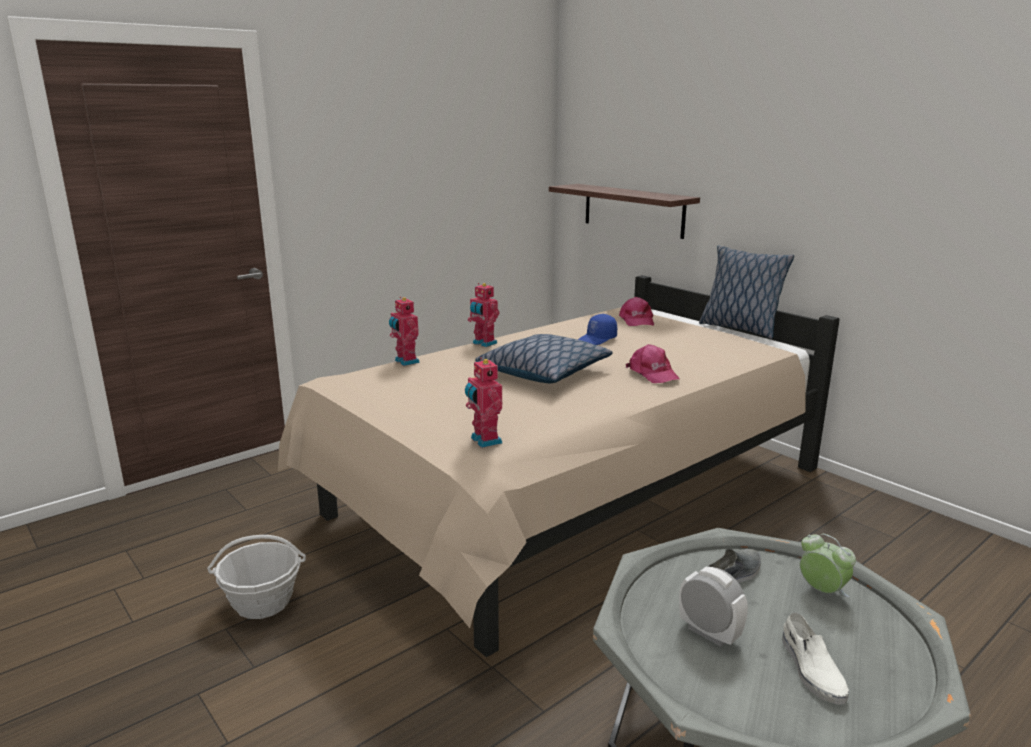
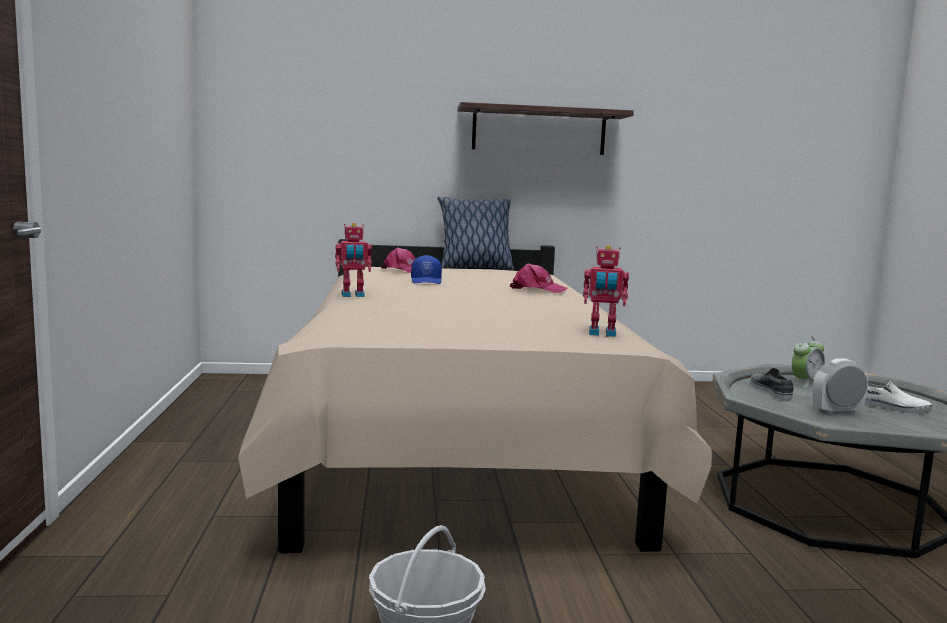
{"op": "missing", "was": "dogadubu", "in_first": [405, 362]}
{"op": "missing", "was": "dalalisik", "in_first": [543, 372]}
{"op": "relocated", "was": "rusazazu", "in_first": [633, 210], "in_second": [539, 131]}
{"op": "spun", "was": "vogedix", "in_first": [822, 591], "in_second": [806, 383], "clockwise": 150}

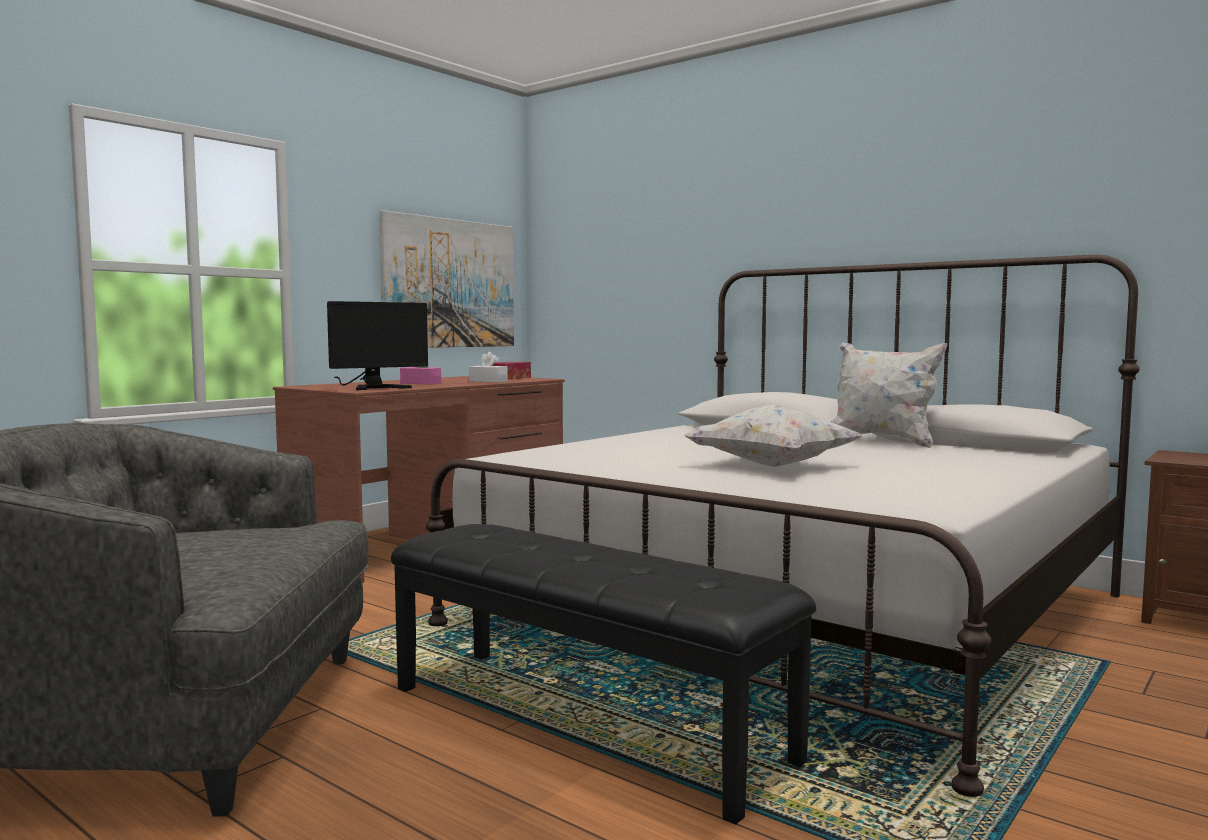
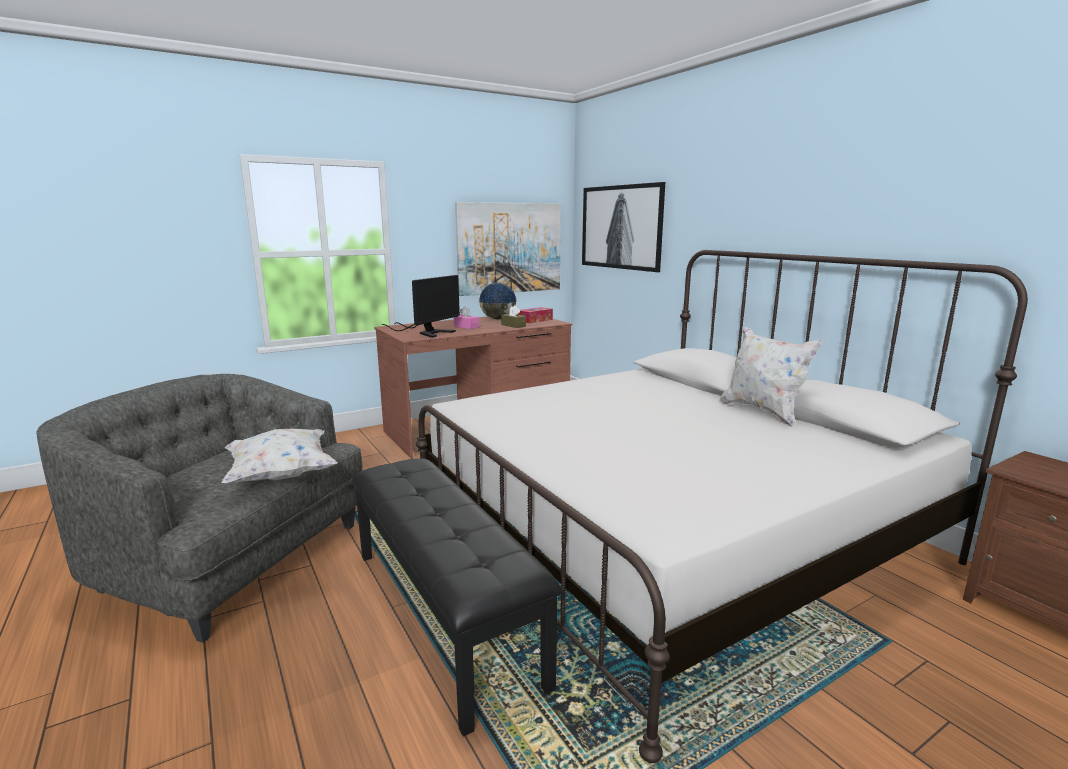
{"op": "spun", "was": "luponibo", "in_first": [372, 387], "in_second": [426, 332], "clockwise": -45}
{"op": "colour", "was": "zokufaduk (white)", "now": "zokufaduk (brown)", "in_first": [488, 381], "in_second": [513, 325]}
{"op": "relocated", "was": "dalalisik (white)", "in_first": [770, 466], "in_second": [281, 475]}
{"op": "appeared", "now": "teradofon", "in_second": [498, 319]}
{"op": "appeared", "now": "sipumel", "in_second": [621, 227]}

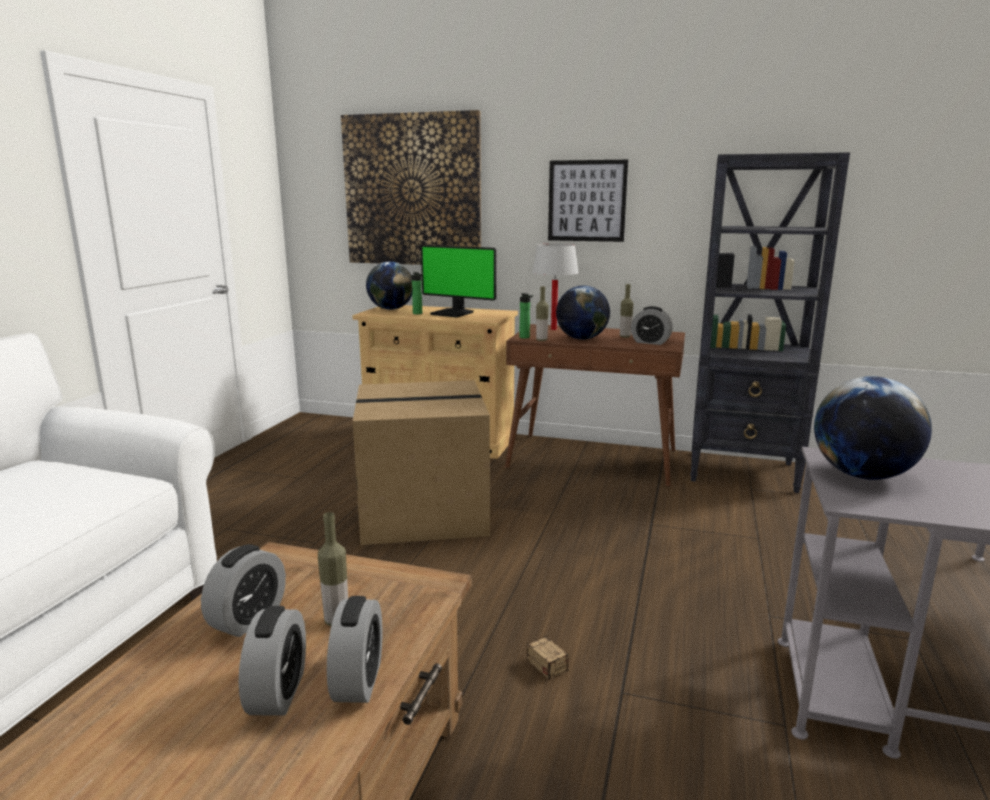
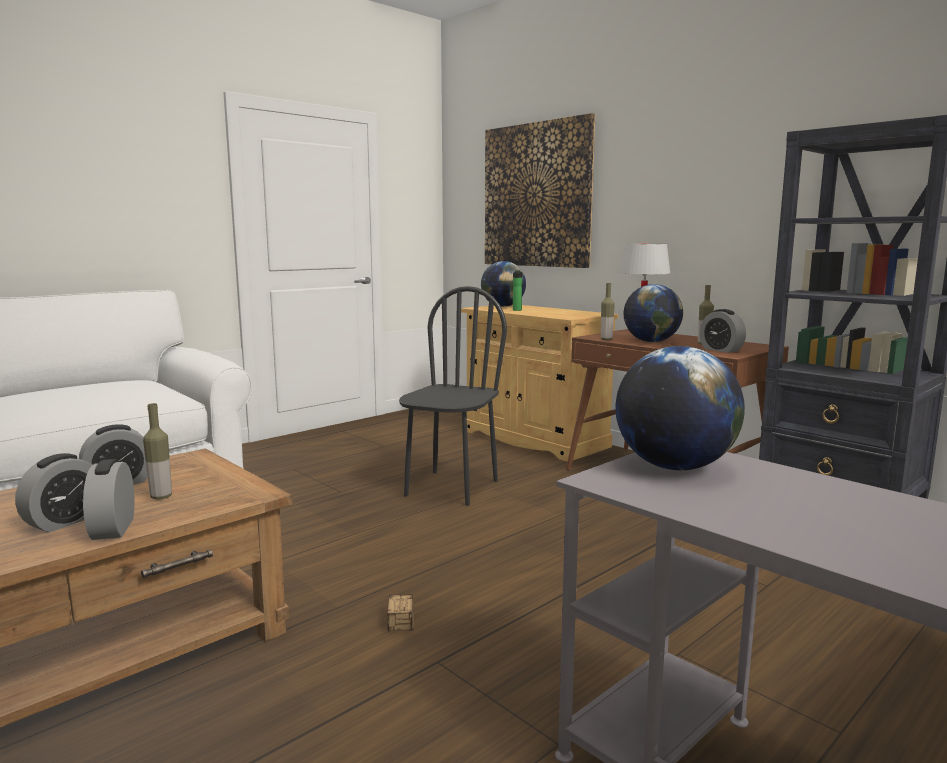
{"op": "spun", "was": "vogedix", "in_first": [358, 681], "in_second": [113, 529], "clockwise": 135}
{"op": "exchanged", "was": "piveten", "now": "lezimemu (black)", "in_first": [425, 511], "in_second": [451, 488]}
{"op": "missing", "was": "luponibo", "in_first": [453, 313]}
{"op": "missing", "was": "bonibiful", "in_first": [525, 337]}
{"op": "missing", "was": "sipumel", "in_first": [587, 201]}

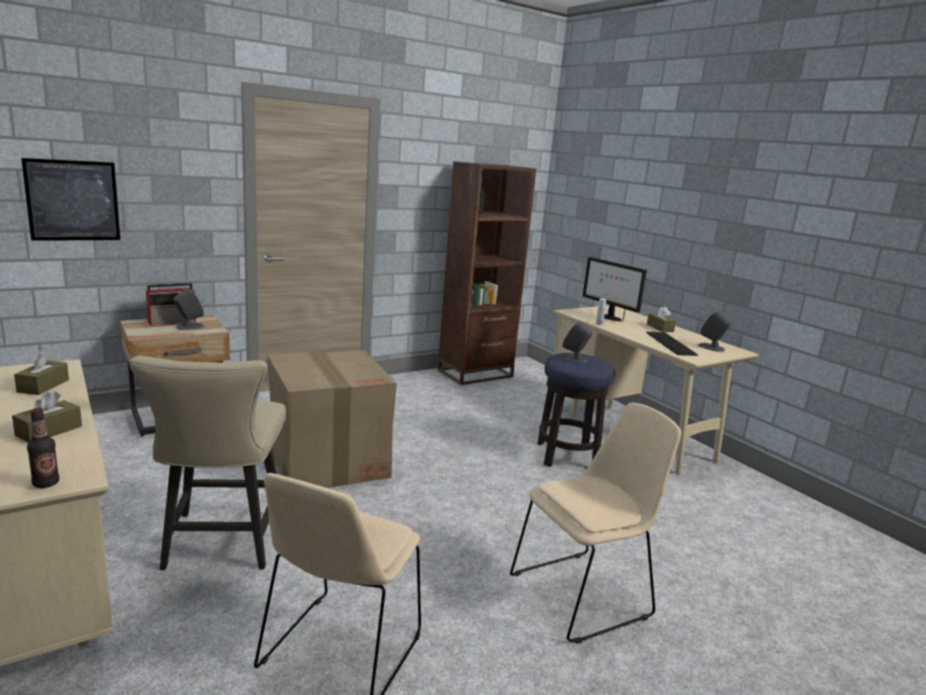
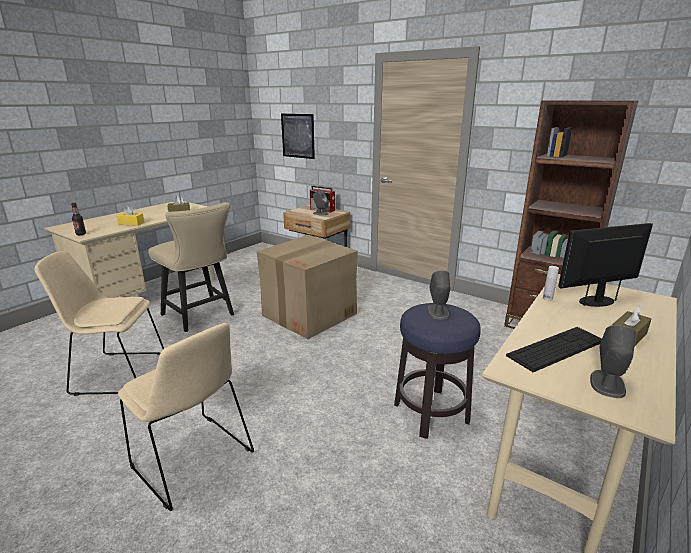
{"op": "colour", "was": "zokufaduk (brown)", "now": "zokufaduk (yellow)", "in_first": [49, 431], "in_second": [131, 223]}
{"op": "spun", "was": "lezimemu (beige)", "in_first": [221, 546], "in_second": [201, 316], "clockwise": -105}
{"op": "spun", "was": "luponibo", "in_first": [609, 317], "in_second": [596, 301], "clockwise": 45}

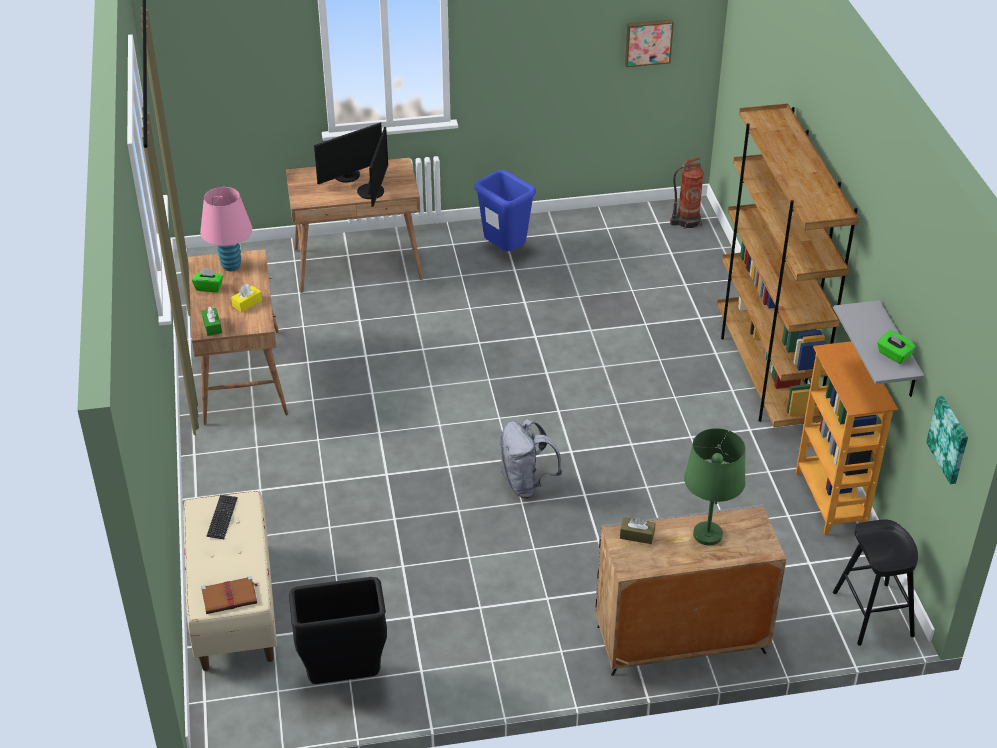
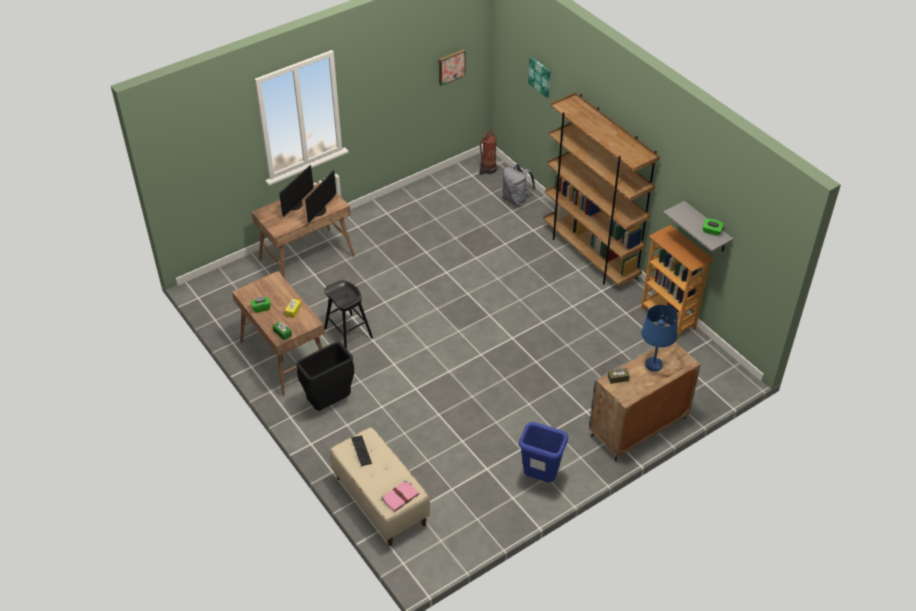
{"op": "missing", "was": "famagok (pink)", "in_first": [231, 266]}
{"op": "colour", "was": "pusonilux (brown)", "now": "pusonilux (pink)", "in_first": [230, 597], "in_second": [400, 496]}
{"op": "relocated", "was": "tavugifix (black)", "in_first": [344, 678], "in_second": [330, 404]}
{"op": "spun", "was": "luponibo", "in_first": [374, 192], "in_second": [319, 211], "clockwise": 45}
{"op": "relocated", "was": "tavugifix (blue)", "in_first": [505, 251], "in_second": [540, 478]}
{"op": "relocated", "was": "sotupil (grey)", "in_first": [526, 484], "in_second": [516, 199]}
{"op": "colour", "was": "famagok (green)", "now": "famagok (blue)", "in_first": [707, 534], "in_second": [653, 365]}
{"op": "relocated", "was": "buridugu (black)", "in_first": [872, 614], "in_second": [348, 333]}
{"op": "relocated", "was": "sipumel", "in_first": [949, 439], "in_second": [540, 76]}

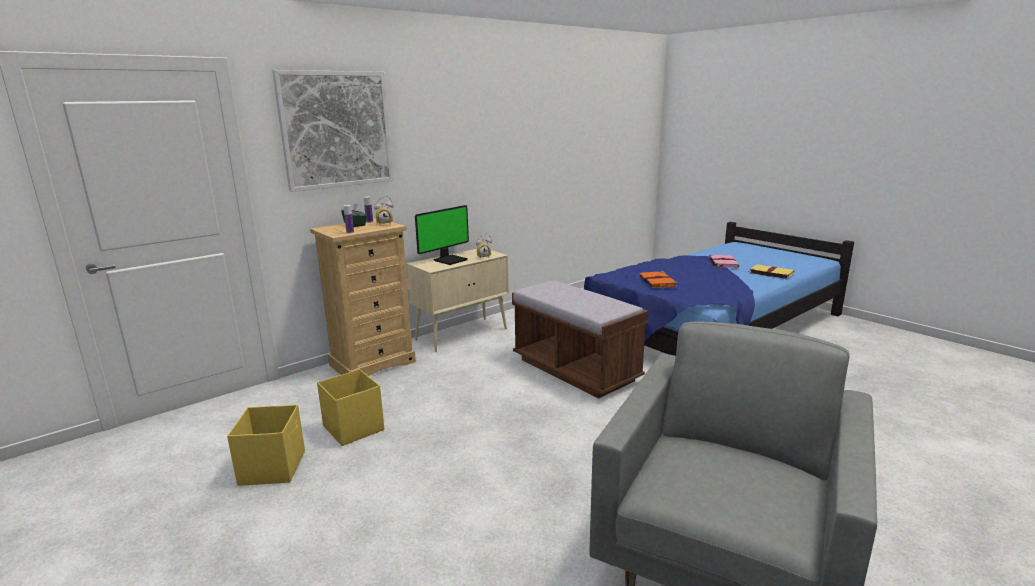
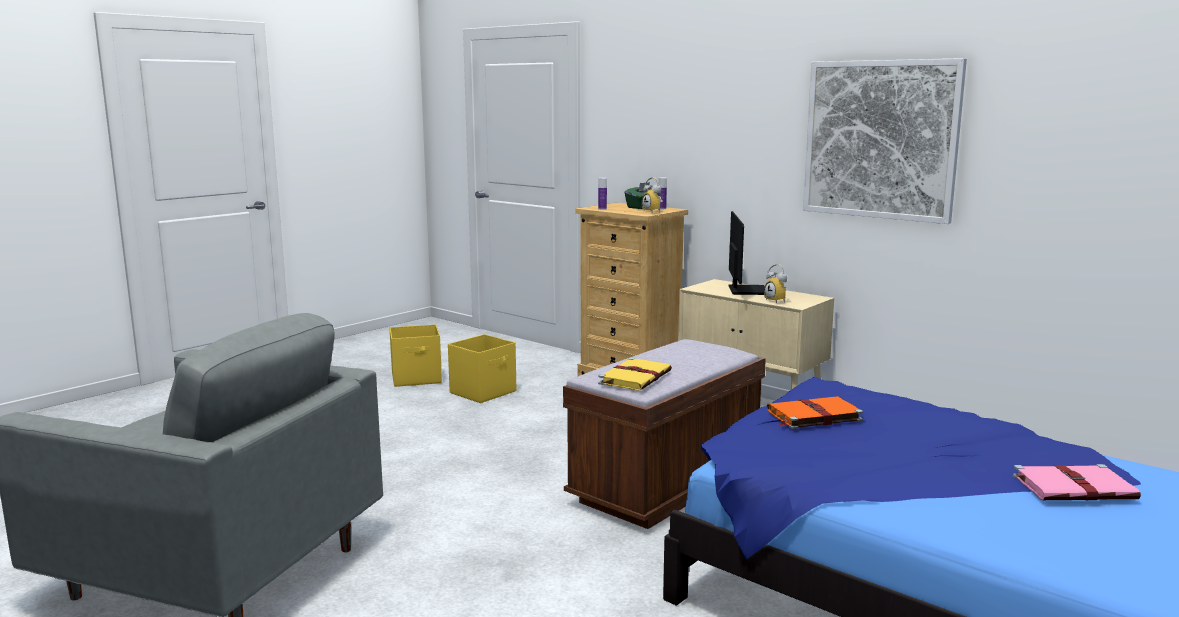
{"op": "relocated", "was": "sipumel", "in_first": [336, 130], "in_second": [880, 139]}
{"op": "spun", "was": "luponibo", "in_first": [450, 260], "in_second": [745, 290], "clockwise": -120}
{"op": "relocated", "was": "pusonilux (yellow)", "in_first": [770, 273], "in_second": [636, 377]}

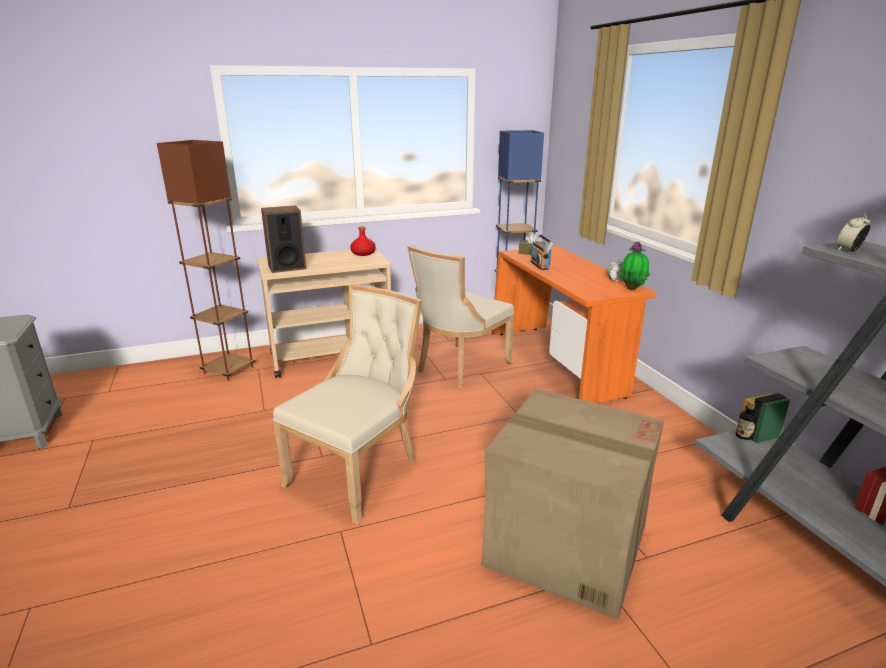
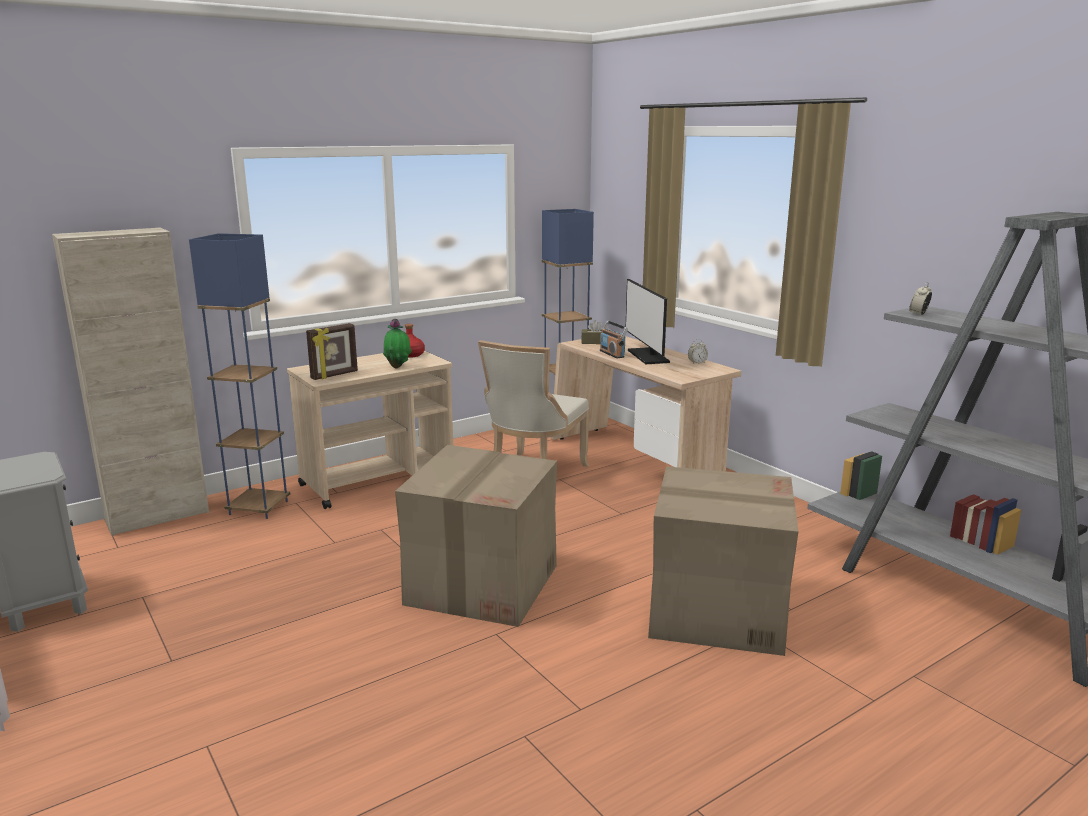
{"op": "colour", "was": "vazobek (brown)", "now": "vazobek (blue)", "in_first": [228, 370], "in_second": [259, 508]}
{"op": "exchanged", "was": "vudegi", "now": "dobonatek", "in_first": [287, 267], "in_second": [335, 375]}
{"op": "exchanged", "was": "lezimemu (beige)", "now": "piveten", "in_first": [359, 472], "in_second": [483, 584]}
{"op": "colour", "was": "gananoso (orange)", "now": "gananoso (beige)", "in_first": [557, 363], "in_second": [635, 460]}
{"op": "relocated", "was": "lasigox", "in_first": [632, 289], "in_second": [398, 367]}
{"op": "missing", "was": "bonibiful", "in_first": [743, 436]}
{"op": "appeared", "now": "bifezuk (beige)", "in_second": [157, 517]}
{"op": "appeared", "now": "luponibo", "in_second": [648, 356]}

